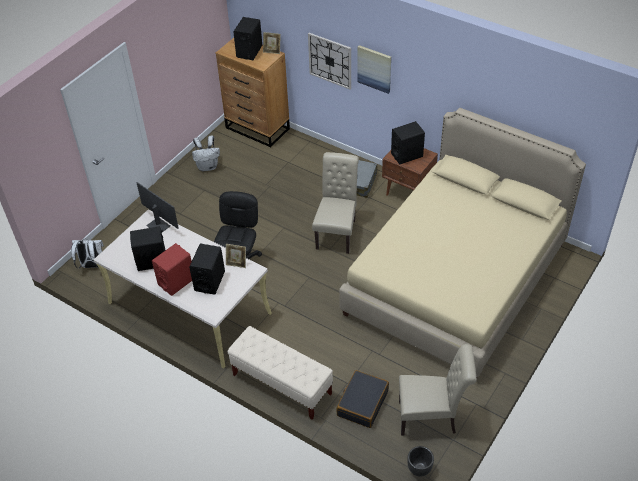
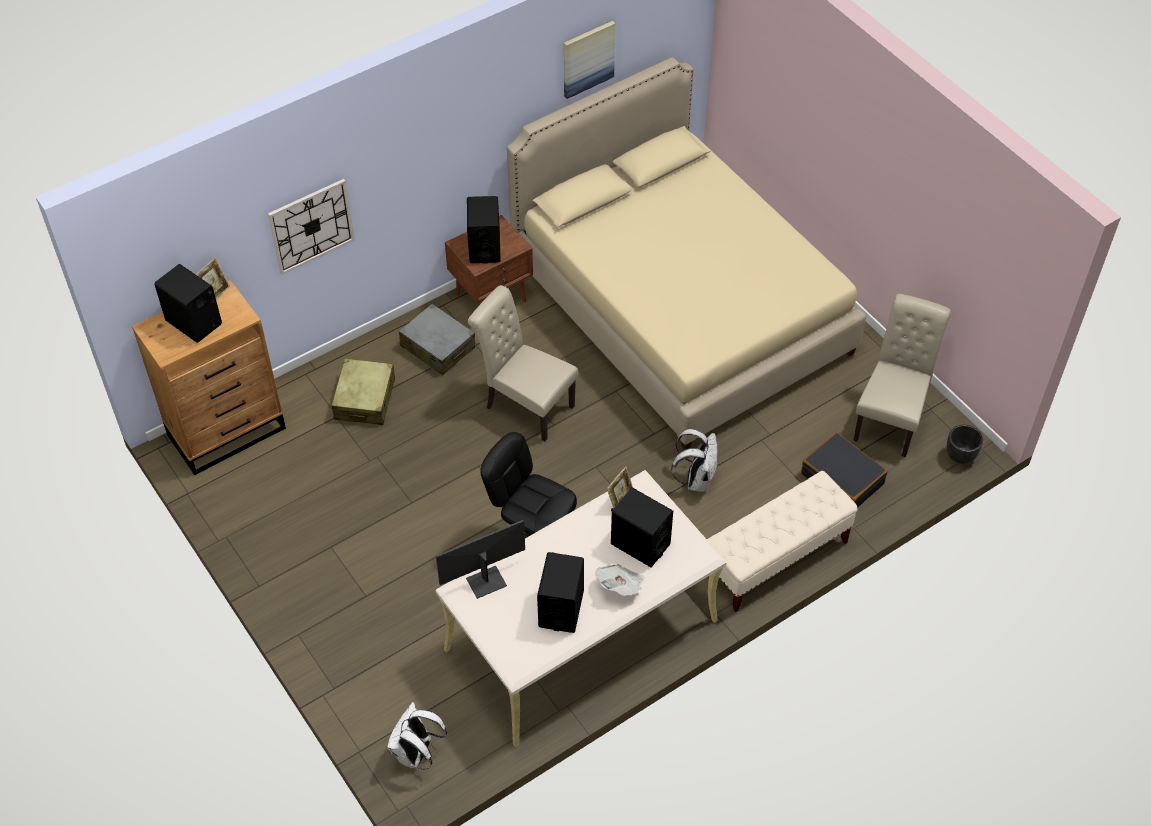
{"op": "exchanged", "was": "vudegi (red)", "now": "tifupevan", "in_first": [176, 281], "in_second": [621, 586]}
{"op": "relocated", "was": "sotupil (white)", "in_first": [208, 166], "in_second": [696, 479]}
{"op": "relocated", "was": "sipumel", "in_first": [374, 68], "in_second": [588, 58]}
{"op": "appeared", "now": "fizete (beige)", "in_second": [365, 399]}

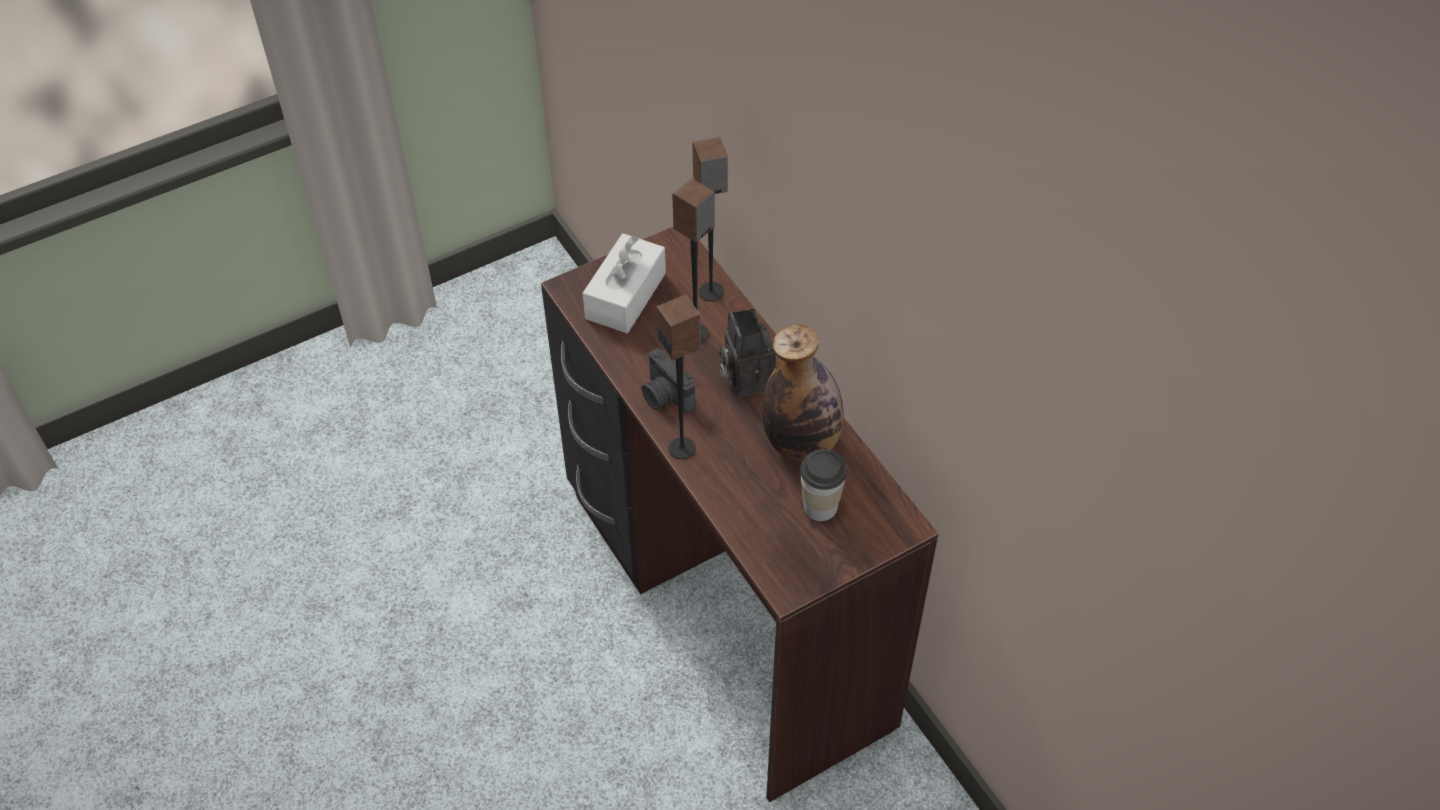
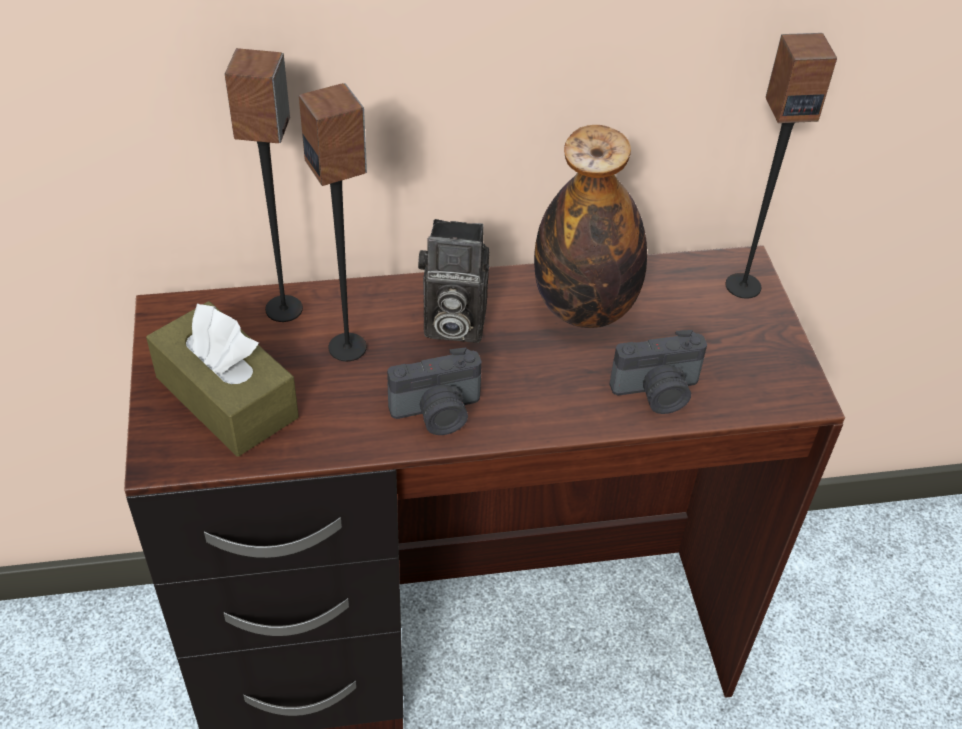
{"op": "colour", "was": "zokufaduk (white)", "now": "zokufaduk (brown)", "in_first": [626, 296], "in_second": [226, 397]}
{"op": "relocated", "was": "vudegi", "in_first": [682, 448], "in_second": [743, 285]}
{"op": "missing", "was": "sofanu", "in_first": [820, 506]}
{"op": "appeared", "now": "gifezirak", "in_second": [657, 393]}

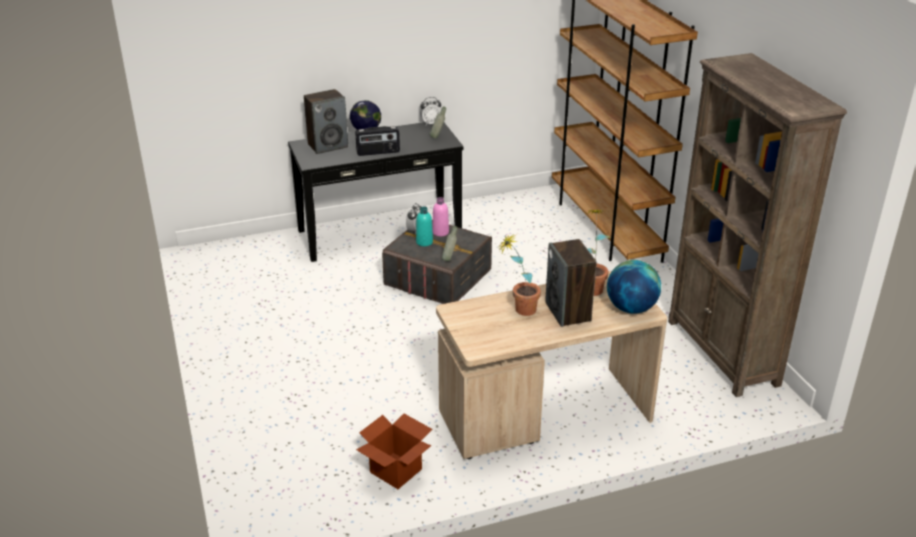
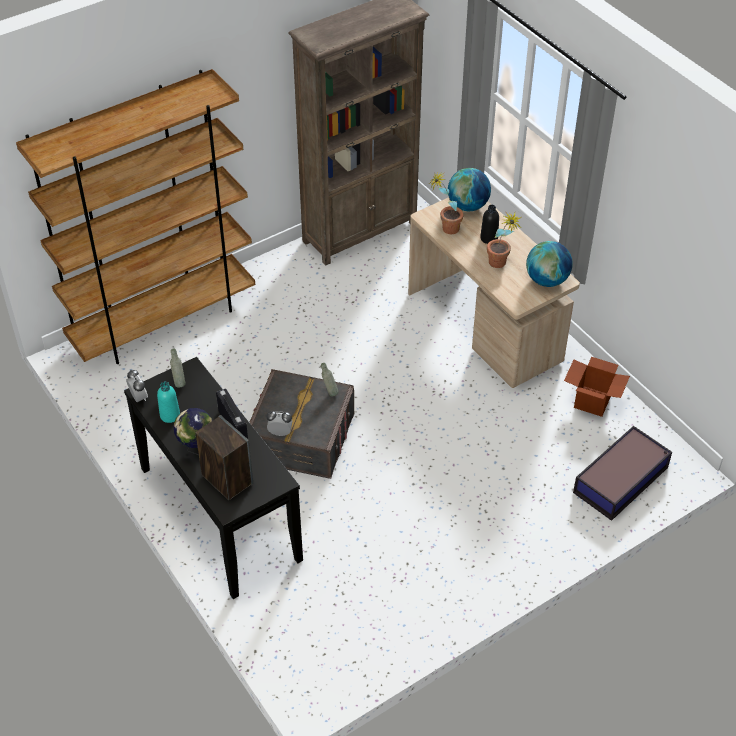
{"op": "relocated", "was": "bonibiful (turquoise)", "in_first": [424, 242], "in_second": [170, 415]}
{"op": "missing", "was": "bonibiful (pink)", "in_first": [440, 232]}
{"op": "exchanged", "was": "vudegi", "now": "bonibiful (black)", "in_first": [568, 312], "in_second": [489, 238]}
{"op": "appeared", "now": "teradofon", "in_second": [547, 280]}
{"op": "appeared", "now": "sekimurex", "in_second": [622, 479]}

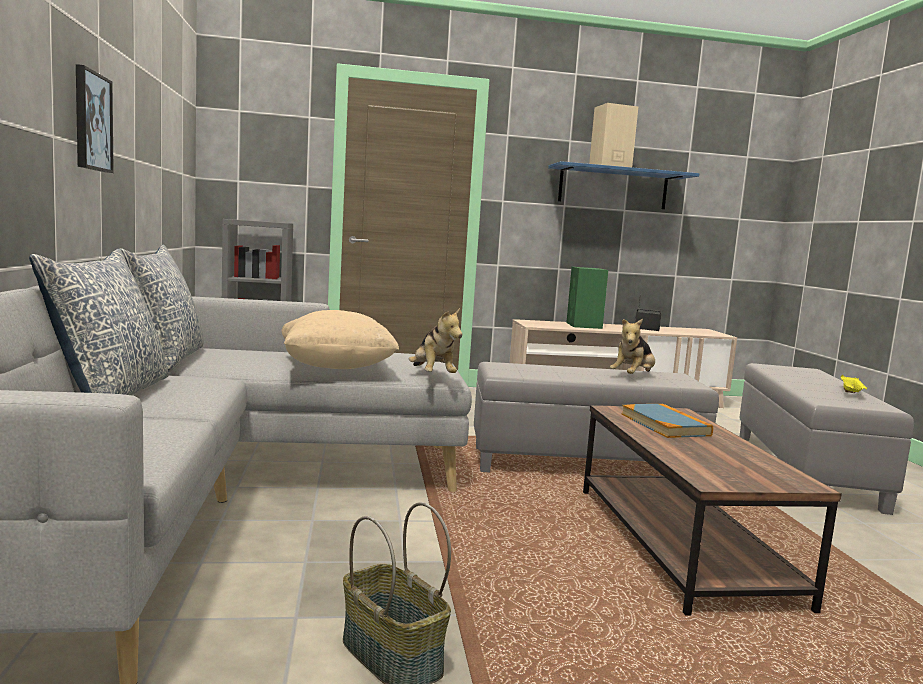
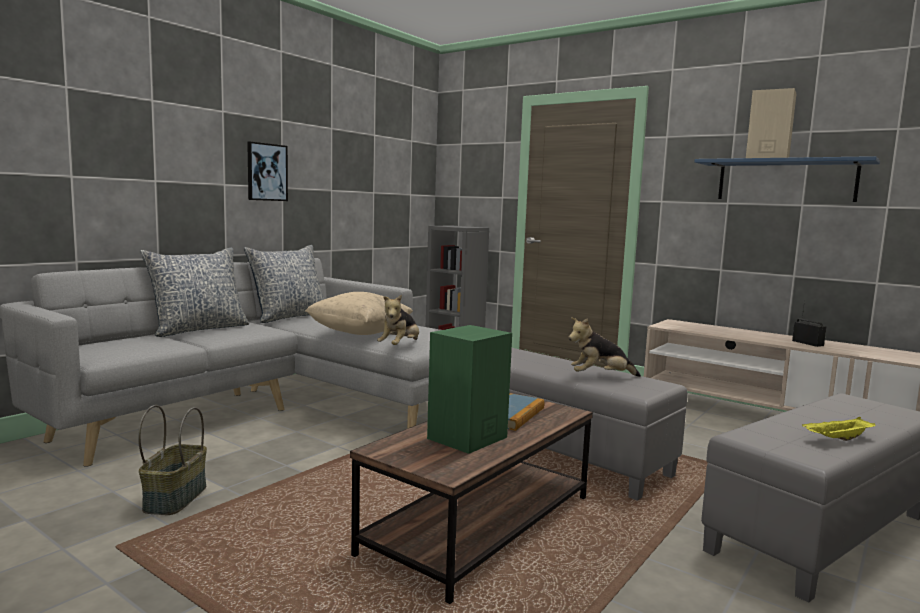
{"op": "relocated", "was": "vudegi (green)", "in_first": [584, 325], "in_second": [466, 438]}

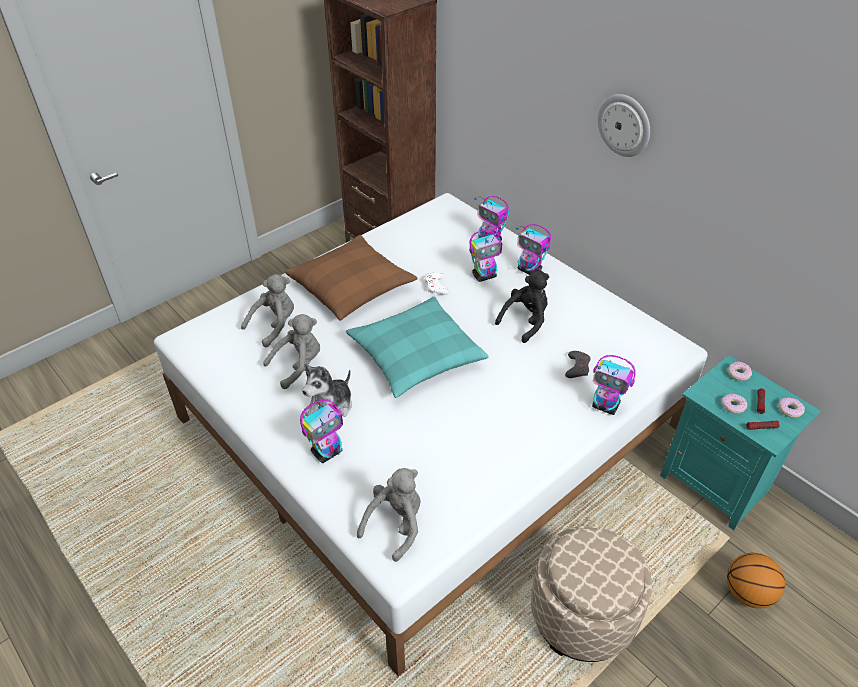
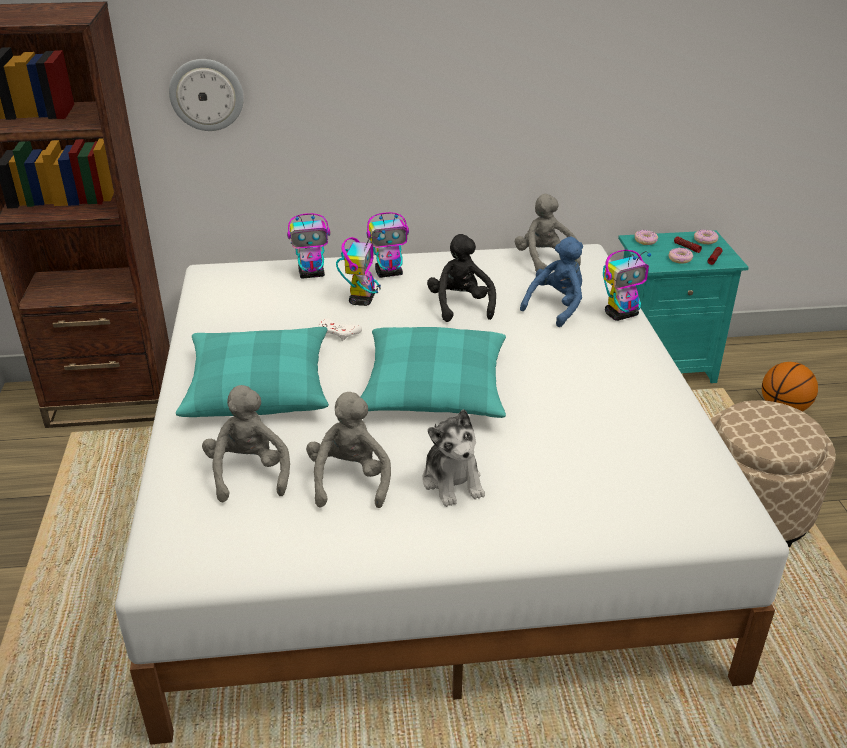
{"op": "colour", "was": "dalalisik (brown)", "now": "dalalisik (turquoise)", "in_first": [351, 286], "in_second": [258, 387]}
{"op": "missing", "was": "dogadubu", "in_first": [327, 452]}
{"op": "relocated", "was": "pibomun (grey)", "in_first": [396, 525], "in_second": [544, 260]}
{"op": "exchanged", "was": "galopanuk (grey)", "now": "pibomun (blue)", "in_first": [577, 367], "in_second": [556, 307]}
{"op": "relocated", "was": "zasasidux", "in_first": [624, 125], "in_second": [206, 94]}

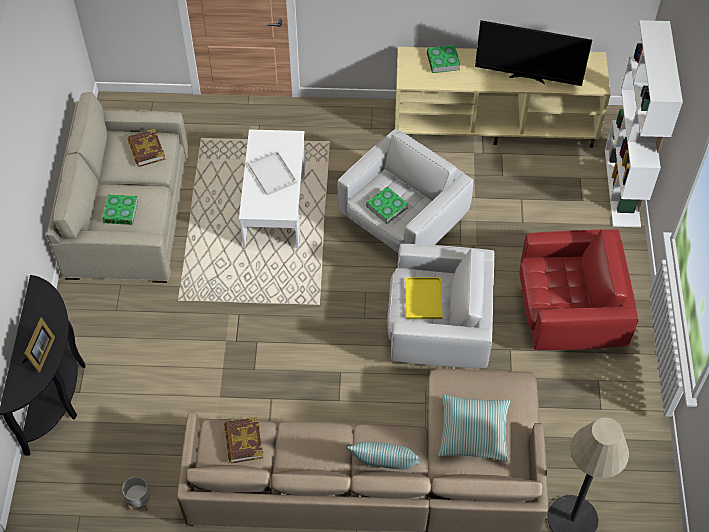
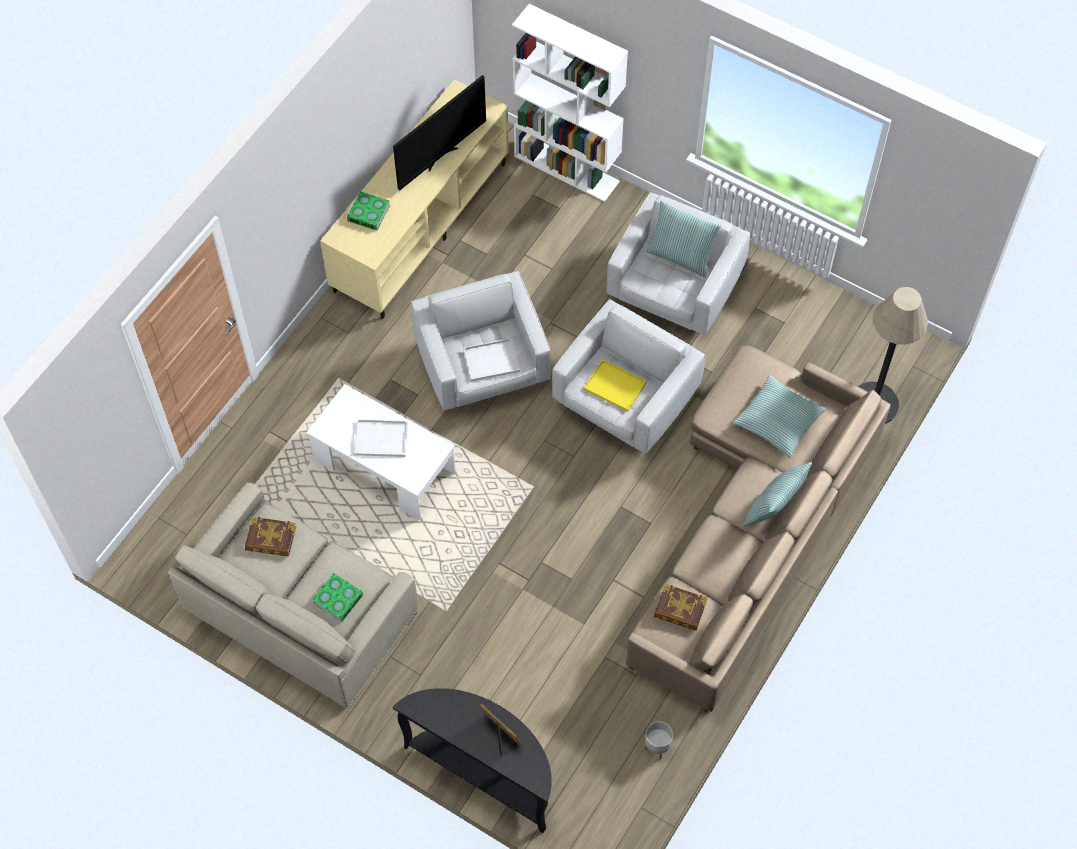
{"op": "exchanged", "was": "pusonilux", "now": "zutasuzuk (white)", "in_first": [387, 207], "in_second": [490, 361]}
{"op": "colour", "was": "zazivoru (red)", "now": "zazivoru (white)", "in_first": [568, 313], "in_second": [674, 290]}
{"op": "appeared", "now": "dalalisik", "in_second": [680, 256]}

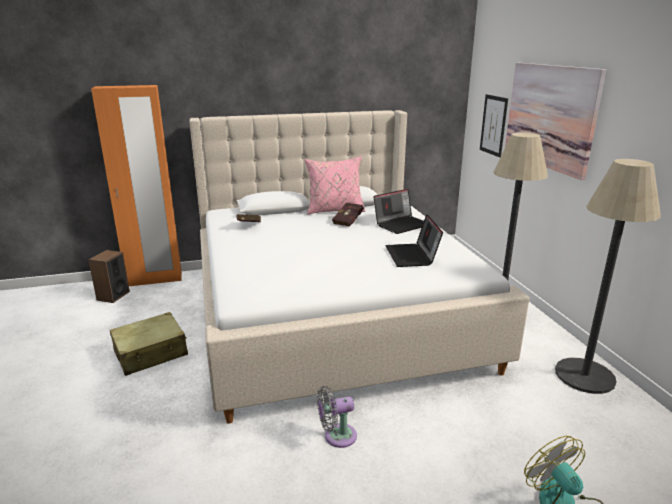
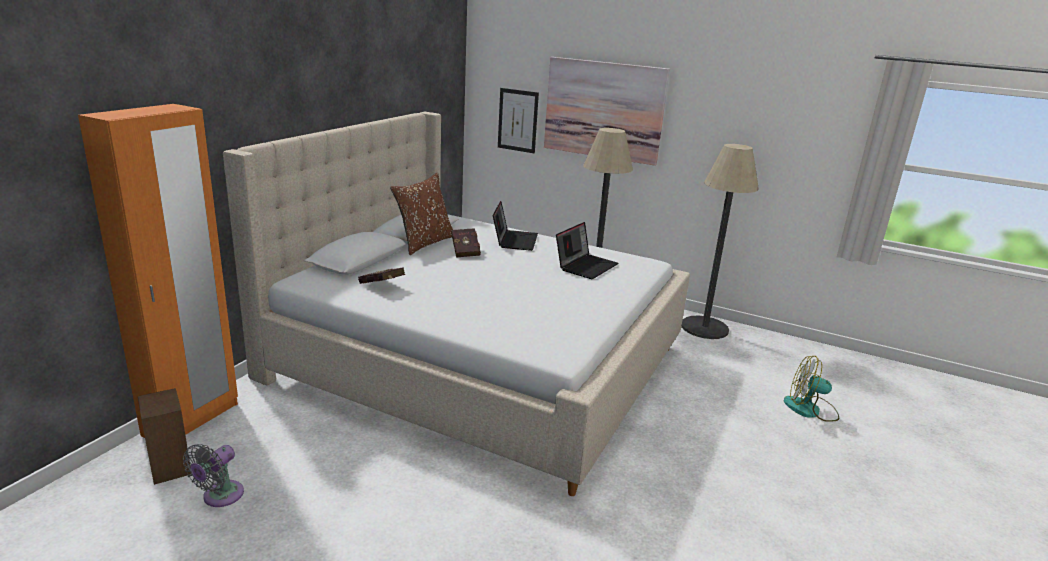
{"op": "missing", "was": "fizete (beige)", "in_first": [151, 353]}
{"op": "colour", "was": "dalalisik (pink)", "now": "dalalisik (brown)", "in_first": [334, 210], "in_second": [424, 243]}
{"op": "relocated", "was": "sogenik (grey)", "in_first": [337, 436], "in_second": [220, 497]}
{"op": "spun", "was": "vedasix", "in_first": [412, 256], "in_second": [585, 266], "clockwise": -90}

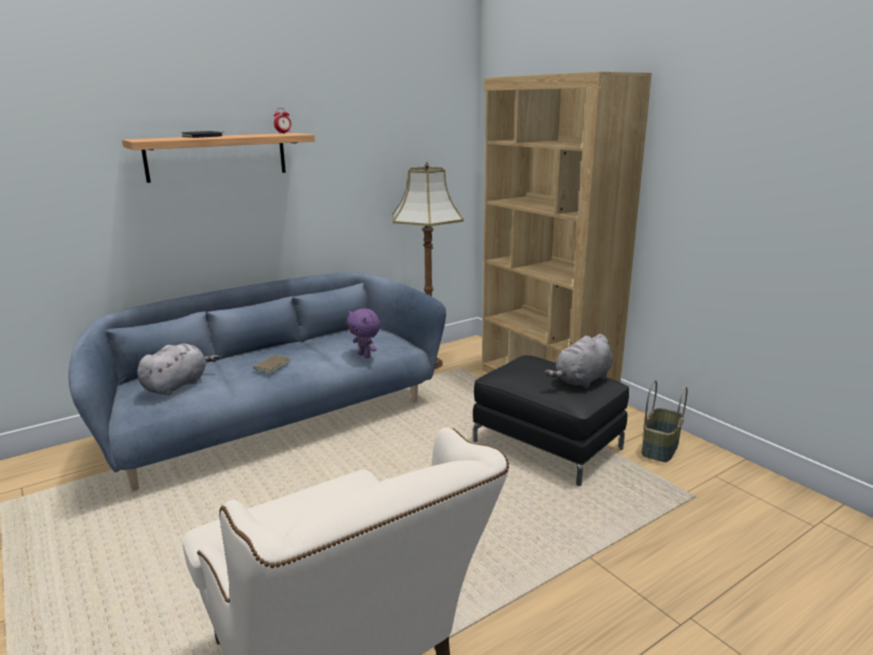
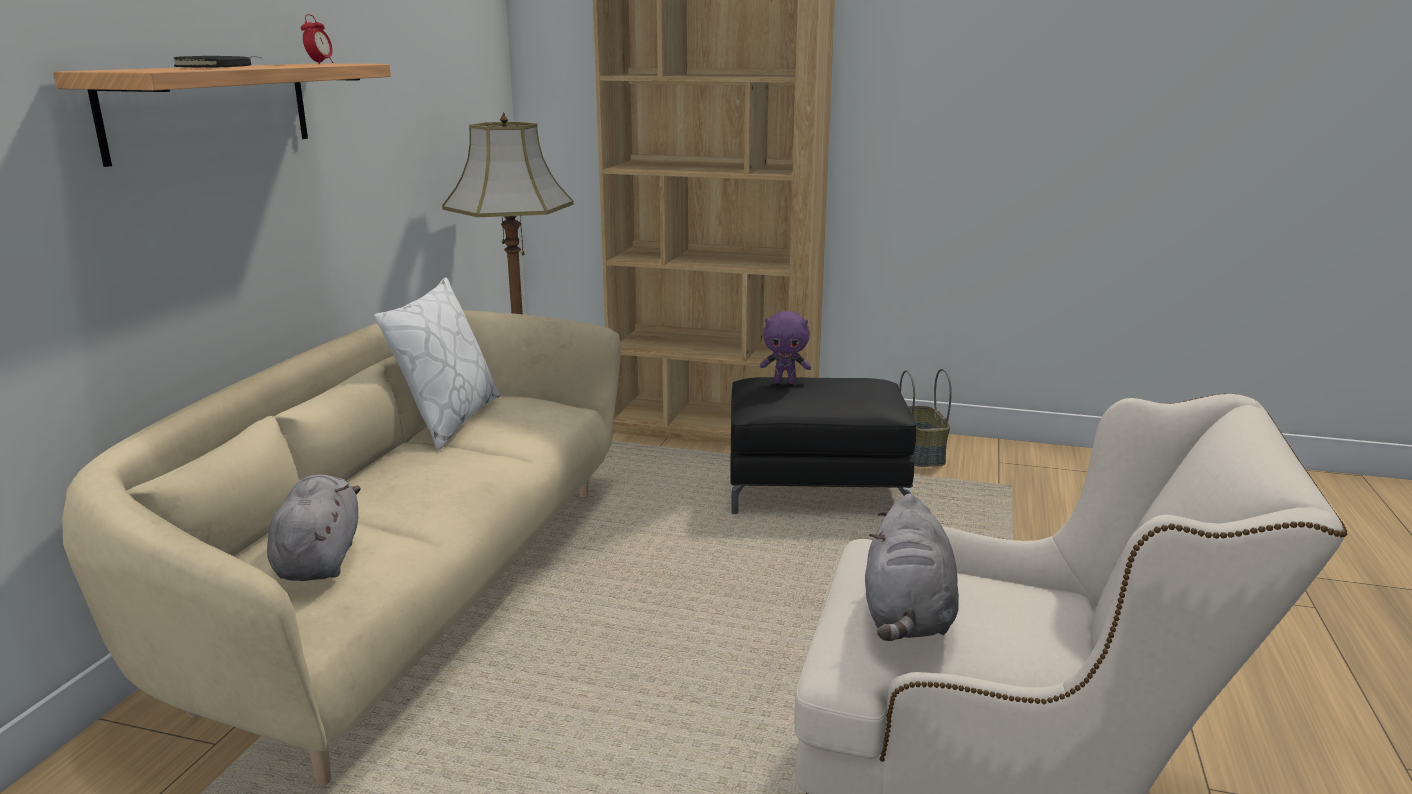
{"op": "colour", "was": "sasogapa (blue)", "now": "sasogapa (beige)", "in_first": [275, 421], "in_second": [410, 593]}
{"op": "missing", "was": "pusonilux (brown)", "in_first": [271, 365]}
{"op": "relocated", "was": "pibomun (purple)", "in_first": [365, 356], "in_second": [785, 382]}
{"op": "relocated", "was": "pibomun (grey)", "in_first": [582, 381], "in_second": [907, 616]}
{"op": "appeared", "now": "dalalisik (white)", "in_second": [448, 420]}

